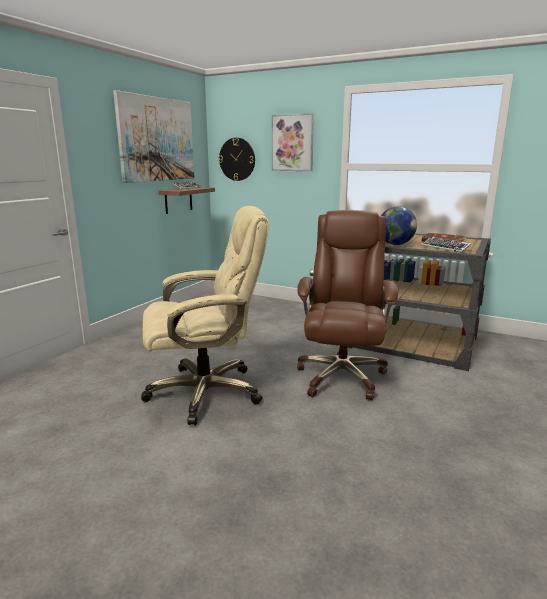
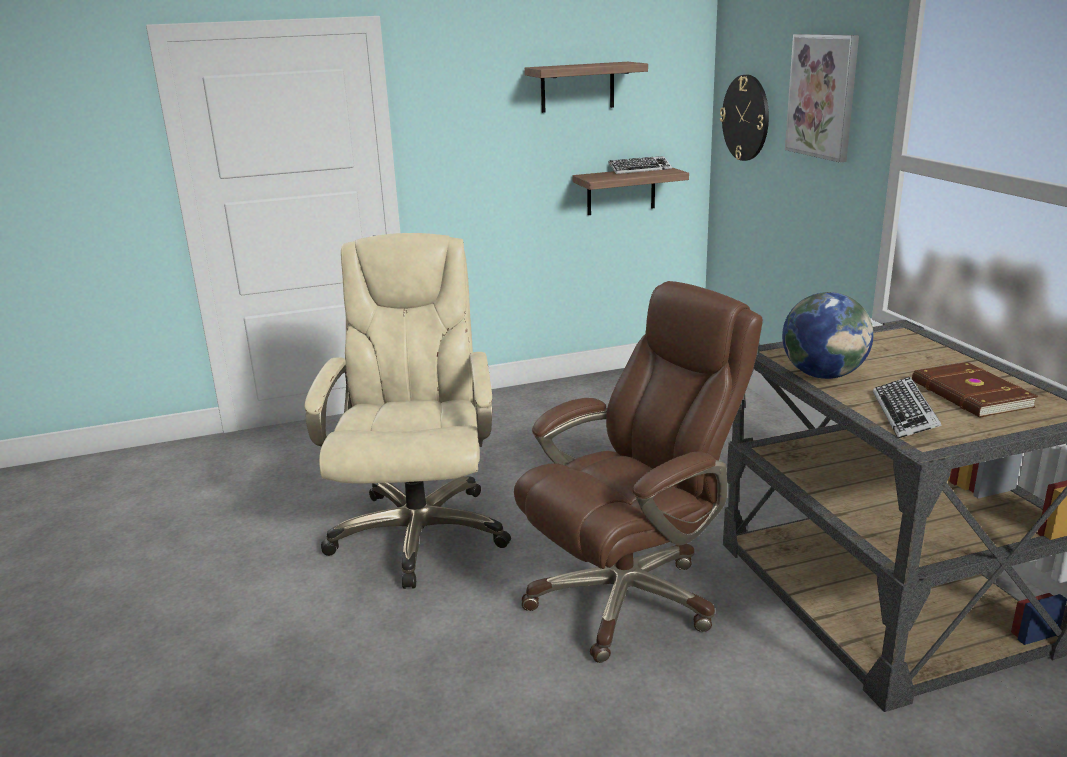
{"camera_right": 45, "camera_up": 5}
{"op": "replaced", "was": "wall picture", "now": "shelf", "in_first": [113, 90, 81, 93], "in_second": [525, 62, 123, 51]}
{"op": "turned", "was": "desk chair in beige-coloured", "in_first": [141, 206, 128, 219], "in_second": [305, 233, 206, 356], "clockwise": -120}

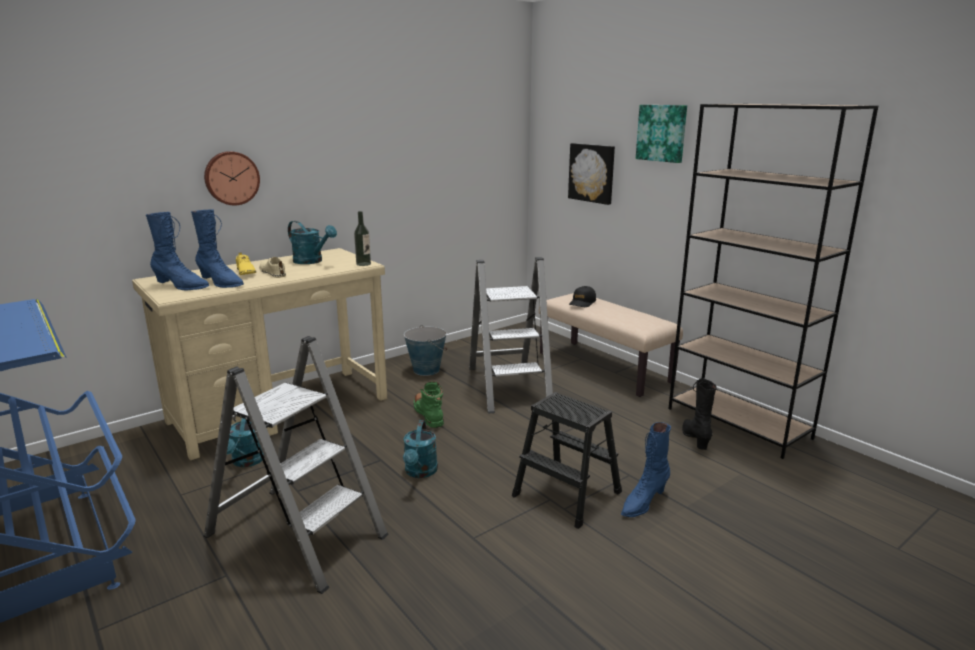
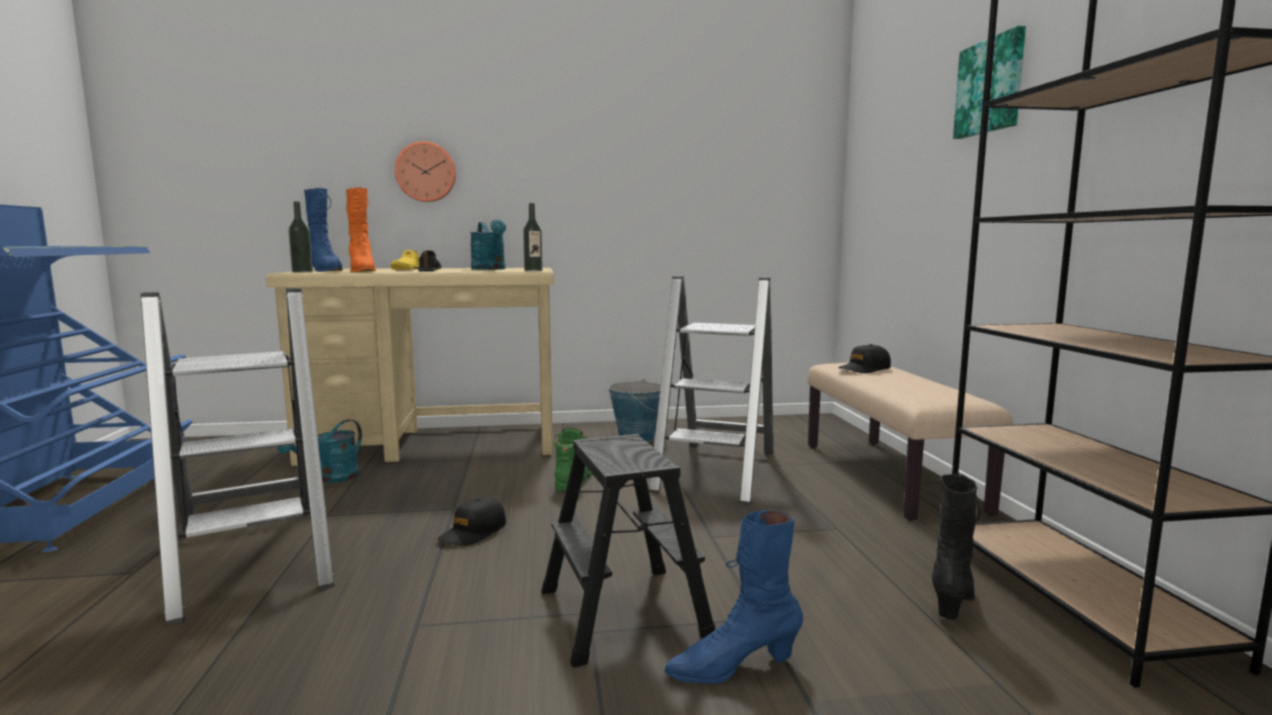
{"camera_right": 30, "camera_up": -10}
{"op": "recoloured", "was": "high-top boot in bluish", "now": "high-top boot in orange-coloured", "in_first": [191, 209, 53, 79], "in_second": [346, 187, 30, 85]}
{"op": "recoloured", "was": "shoe in beige-coloured", "now": "shoe in blackish", "in_first": [259, 257, 27, 21], "in_second": [418, 250, 24, 21]}
{"op": "replaced", "was": "watering can in blue-green", "now": "peaked cap in blackish", "in_first": [403, 420, 35, 58], "in_second": [438, 497, 68, 49]}
{"op": "removed", "was": "wall picture", "in_first": [568, 143, 47, 62]}
{"op": "added", "now": "drink bottle", "in_second": [288, 201, 25, 72]}

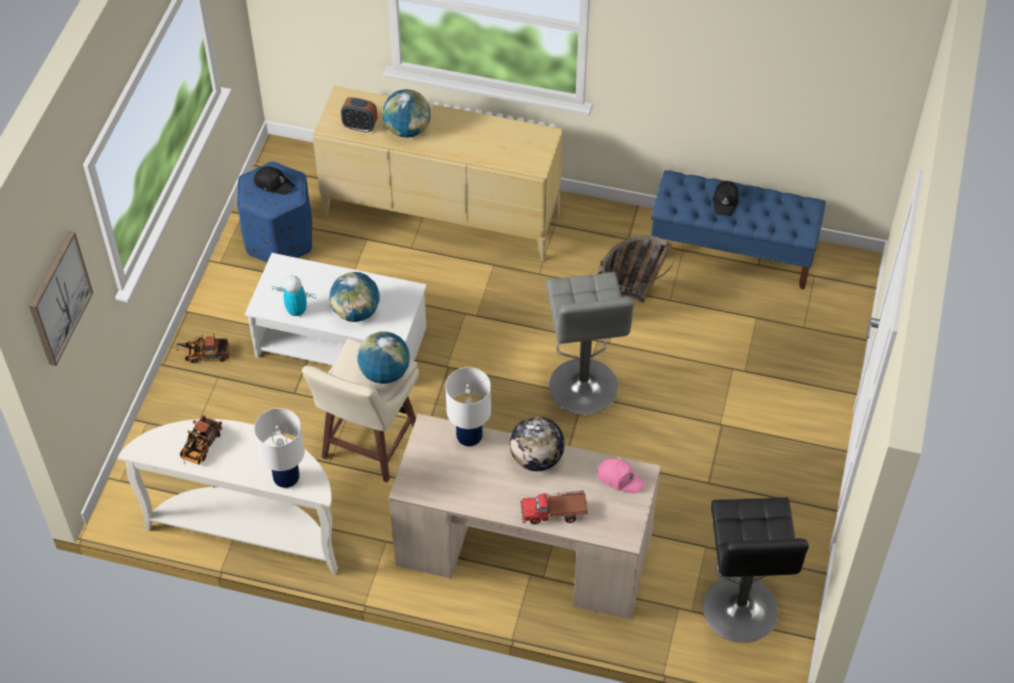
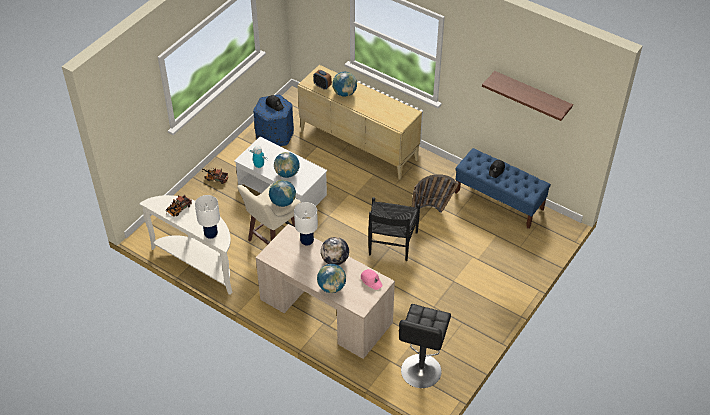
{"camera_right": 20, "camera_up": -5}
{"op": "removed", "was": "wall picture", "in_first": [29, 231, 64, 135]}
{"op": "replaced", "was": "toy truck", "now": "desk globe", "in_first": [520, 490, 68, 34], "in_second": [317, 264, 29, 29]}
{"op": "replaced", "was": "sitting stool in grey", "now": "plain chair in blackish", "in_first": [546, 272, 88, 142], "in_second": [368, 197, 52, 64]}
{"op": "added", "now": "shelf", "in_second": [482, 71, 91, 50]}

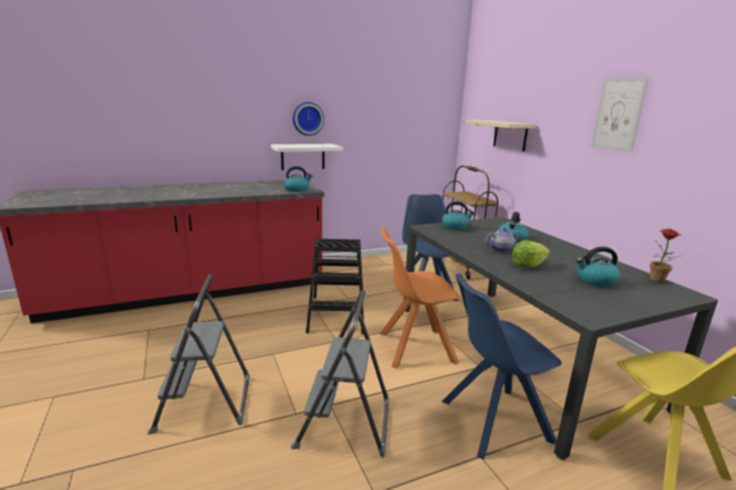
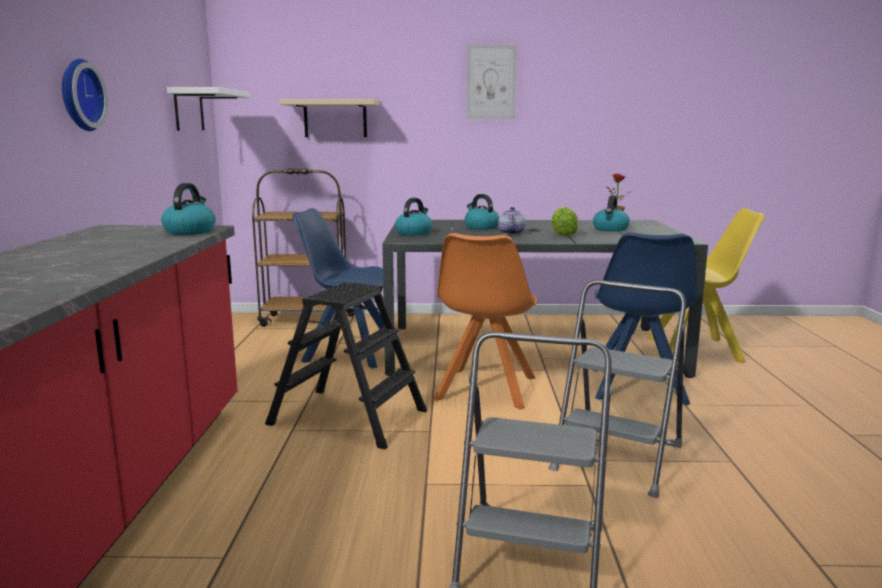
{"camera_right": -65, "camera_up": -5}
{"op": "moved", "was": "shelf in whitish", "in_first": [271, 144, 73, 26], "in_second": [167, 87, 83, 44]}

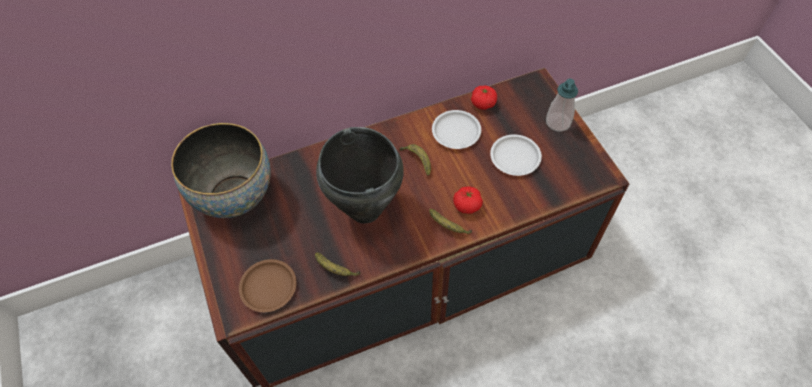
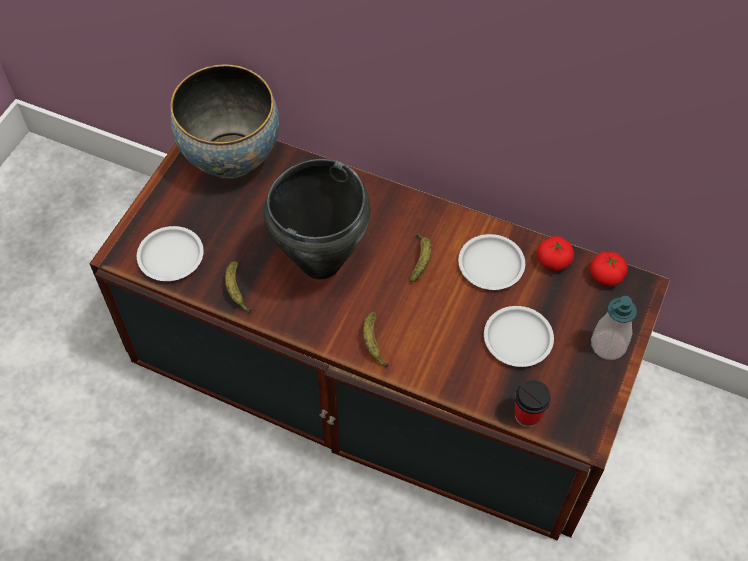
{"camera_right": 45, "camera_up": 0}
{"op": "recoloured", "was": "plate in brown-coloured", "now": "plate in whitish", "in_first": [239, 259, 57, 53], "in_second": [137, 226, 67, 55]}
{"op": "moved", "was": "tomato", "in_first": [453, 186, 30, 28], "in_second": [590, 252, 38, 34]}
{"op": "added", "now": "small cup", "in_second": [515, 380, 36, 47]}

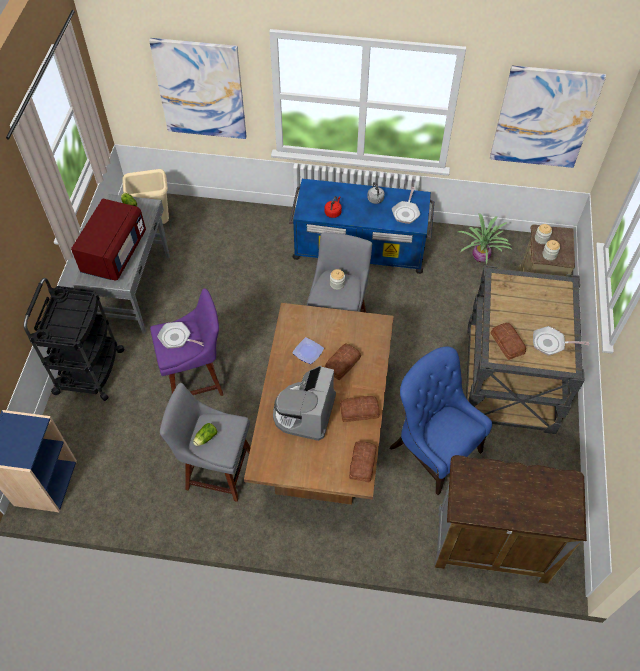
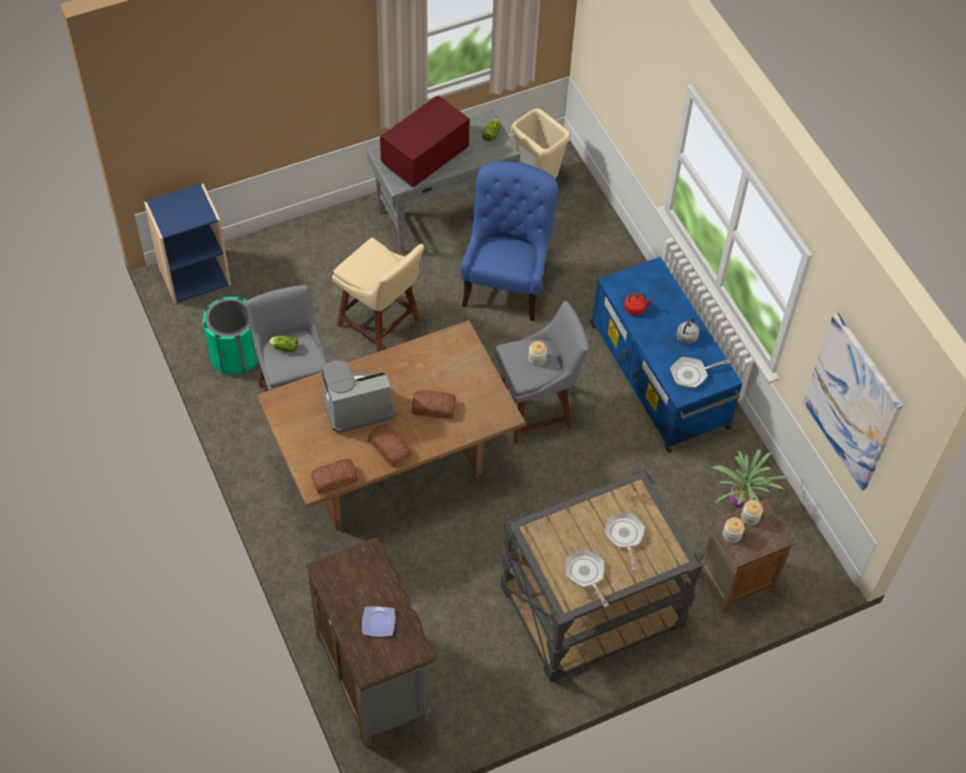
{"camera_right": 55, "camera_up": 0}
{"op": "removed", "was": "wheeled cart in blackish", "in_first": [24, 278, 101, 123]}
{"op": "turned", "was": "kitchen microwave in reddish", "in_first": [71, 199, 75, 82], "in_second": [380, 96, 90, 92], "clockwise": 150}
{"op": "removed", "was": "wall picture", "in_first": [149, 38, 98, 101]}
{"op": "recoloured", "was": "sitting stool in purple", "now": "sitting stool in beige-coloured", "in_first": [150, 288, 73, 108], "in_second": [332, 238, 92, 114]}
{"op": "moved", "was": "skillet", "in_first": [157, 322, 47, 26], "in_second": [604, 512, 41, 59]}
{"op": "moved", "was": "plate", "in_first": [292, 337, 32, 27], "in_second": [362, 607, 33, 30]}
{"op": "moved", "was": "plain chair in bluish", "in_first": [390, 346, 102, 149], "in_second": [460, 161, 99, 161]}
{"op": "removed", "was": "baked bread", "in_first": [491, 323, 35, 37]}
{"op": "added", "now": "rubbish bin in green-coloured", "in_second": [203, 297, 55, 77]}

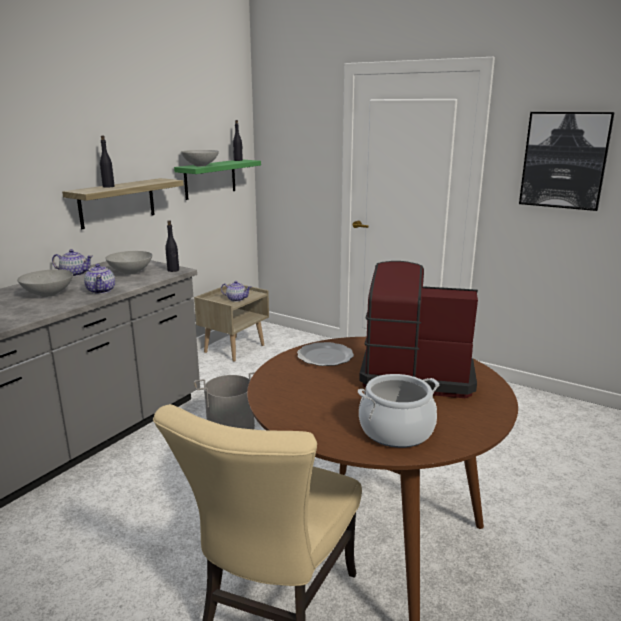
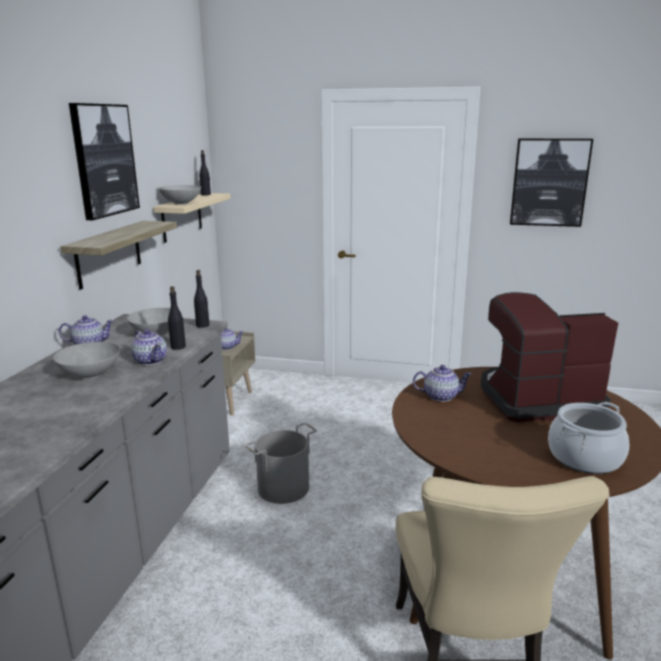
{"camera_right": -20, "camera_up": 0}
{"op": "moved", "was": "drink bottle in blackish", "in_first": [100, 135, 15, 53], "in_second": [168, 286, 18, 64]}
{"op": "recoloured", "was": "shelf in green-coloured", "now": "shelf in beige-coloured", "in_first": [174, 160, 87, 40], "in_second": [153, 193, 78, 50]}
{"op": "replaced", "was": "plate", "now": "teapot", "in_first": [297, 342, 57, 24], "in_second": [413, 365, 59, 37]}
{"op": "added", "now": "wall picture", "in_second": [69, 103, 71, 117]}

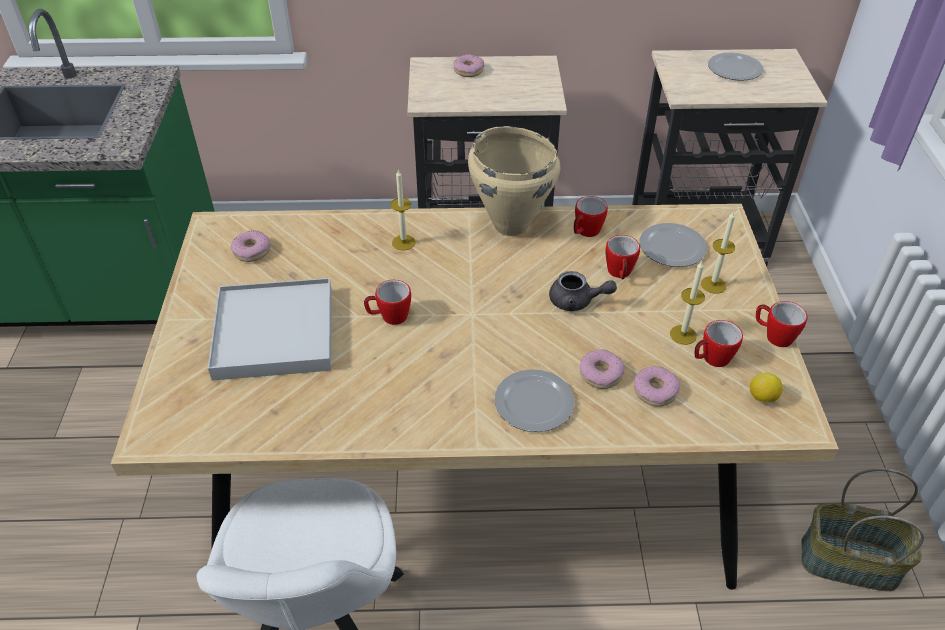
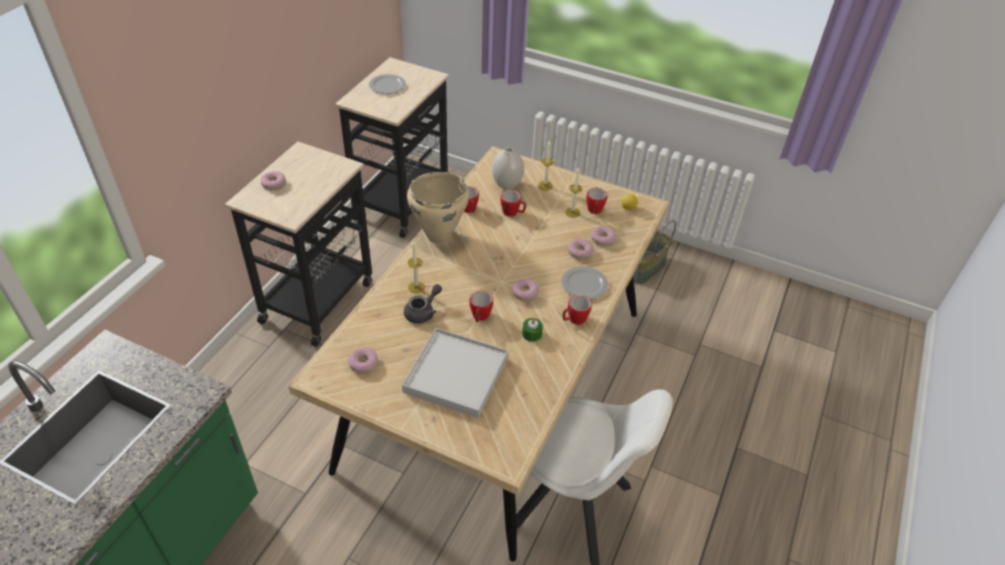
{"camera_right": -65, "camera_up": 0}
{"op": "moved", "was": "teapot in grey", "in_first": [549, 271, 68, 40], "in_second": [404, 284, 38, 40]}
{"op": "replaced", "was": "plate", "now": "decorative vase in whitish", "in_first": [639, 223, 68, 44], "in_second": [492, 147, 32, 43]}
{"op": "moved", "was": "mug", "in_first": [756, 301, 51, 46], "in_second": [563, 295, 29, 30]}
{"op": "added", "now": "donut", "in_second": [512, 279, 27, 22]}
{"op": "added", "now": "wax light in green-coloured", "in_second": [522, 318, 21, 24]}

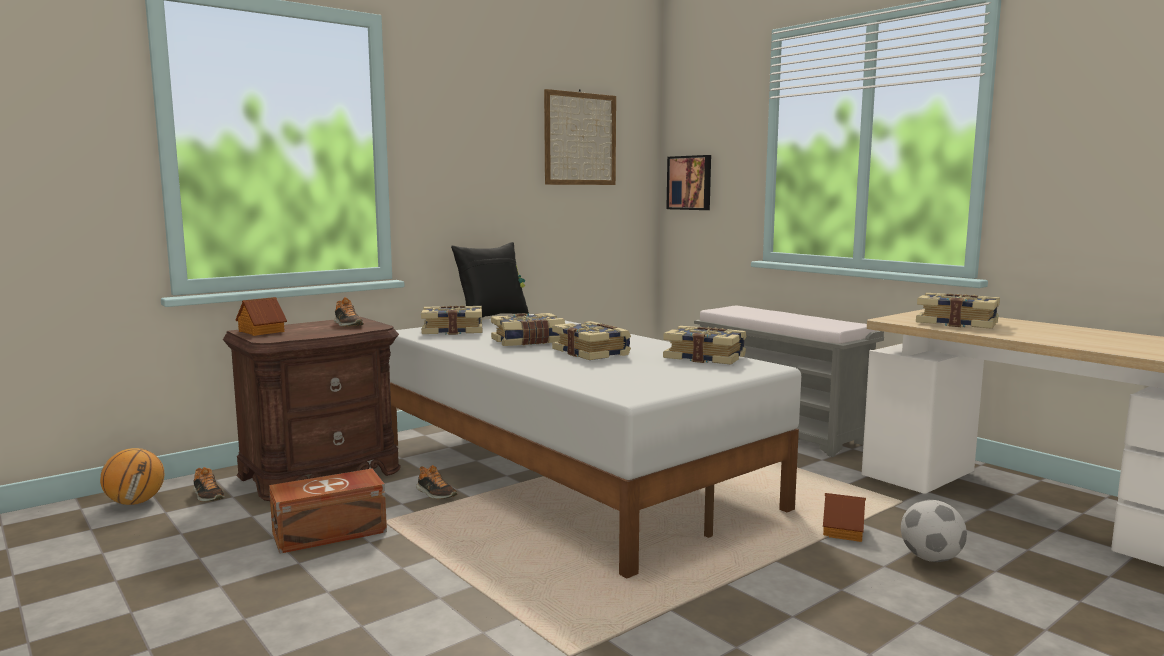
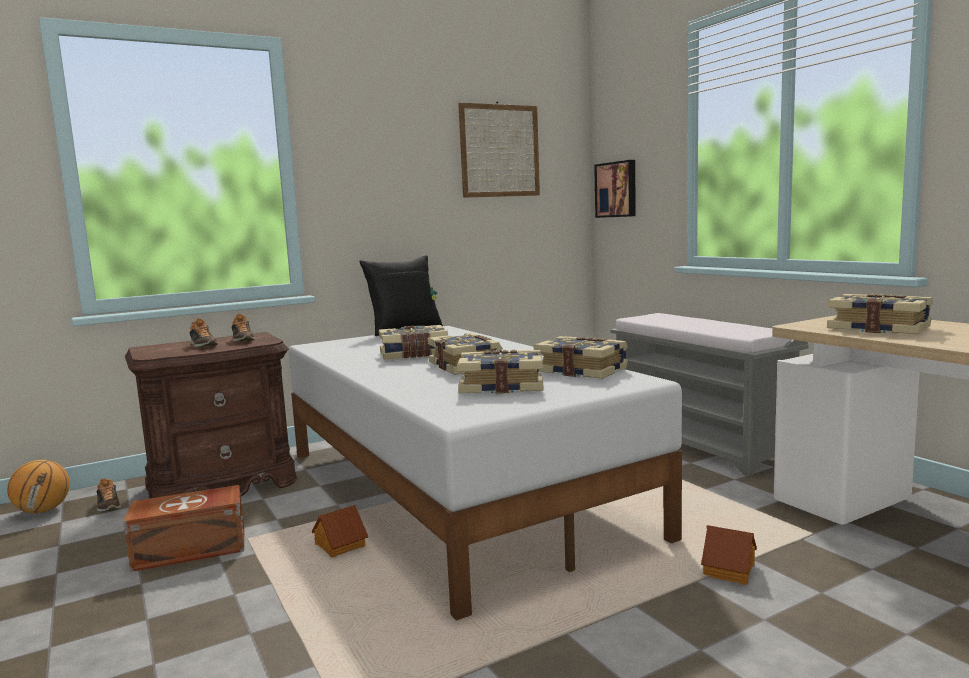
{"camera_right": 10, "camera_up": 0}
{"op": "moved", "was": "toy house", "in_first": [236, 297, 51, 39], "in_second": [312, 505, 56, 53]}
{"op": "moved", "was": "shoe", "in_first": [416, 465, 41, 34], "in_second": [190, 318, 28, 30]}
{"op": "moved", "was": "bound book", "in_first": [421, 305, 61, 30], "in_second": [457, 349, 87, 45]}
{"op": "removed", "was": "ball for football", "in_first": [901, 500, 66, 62]}

